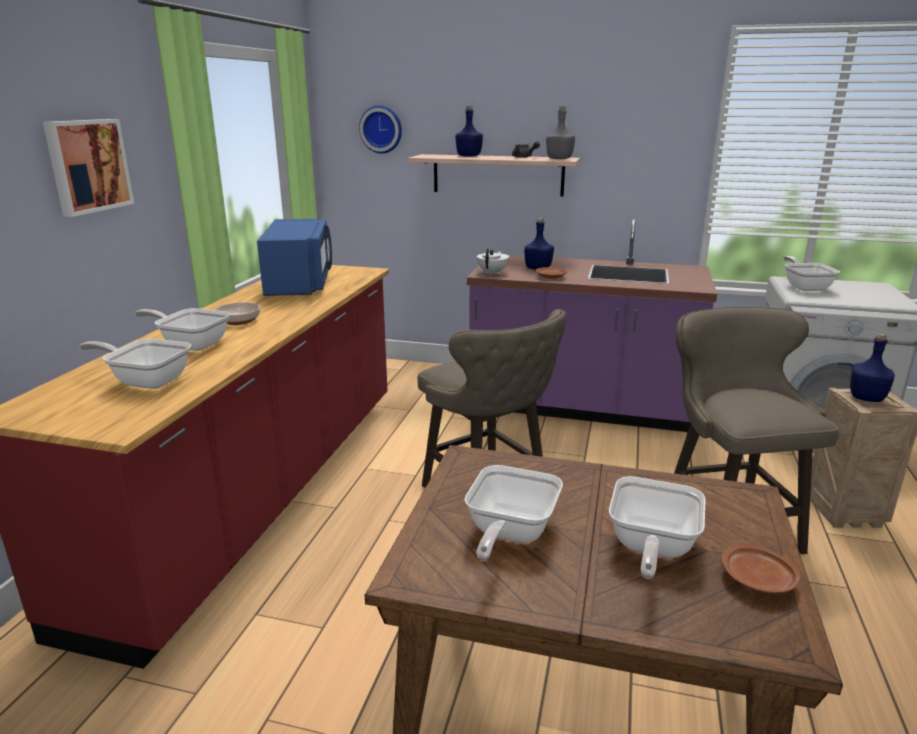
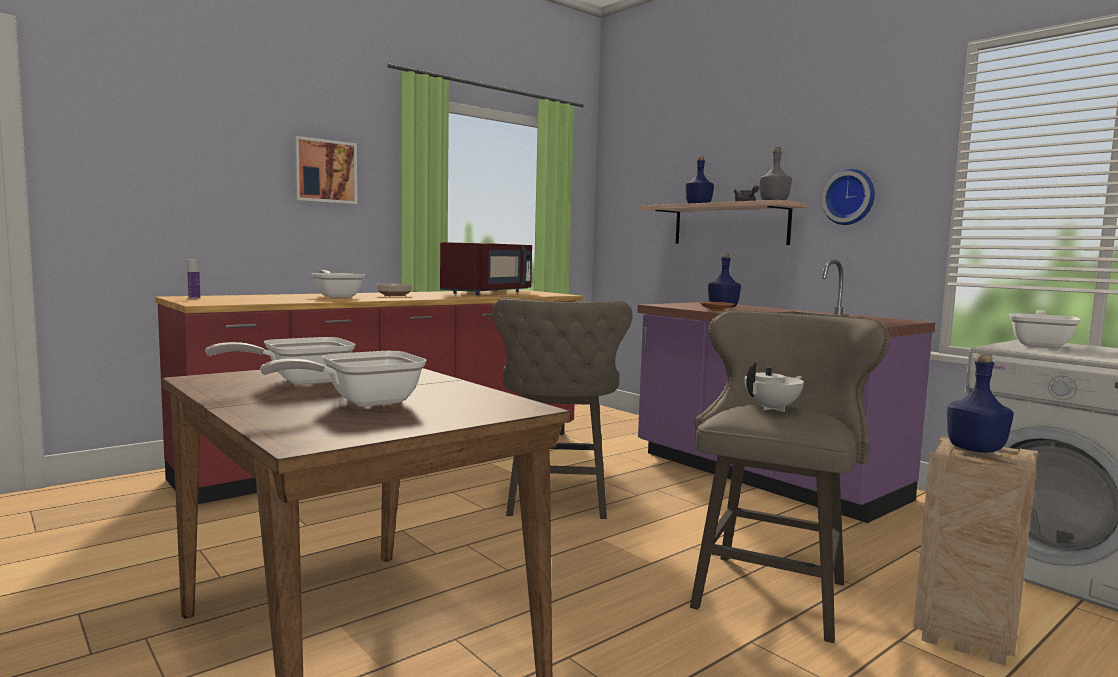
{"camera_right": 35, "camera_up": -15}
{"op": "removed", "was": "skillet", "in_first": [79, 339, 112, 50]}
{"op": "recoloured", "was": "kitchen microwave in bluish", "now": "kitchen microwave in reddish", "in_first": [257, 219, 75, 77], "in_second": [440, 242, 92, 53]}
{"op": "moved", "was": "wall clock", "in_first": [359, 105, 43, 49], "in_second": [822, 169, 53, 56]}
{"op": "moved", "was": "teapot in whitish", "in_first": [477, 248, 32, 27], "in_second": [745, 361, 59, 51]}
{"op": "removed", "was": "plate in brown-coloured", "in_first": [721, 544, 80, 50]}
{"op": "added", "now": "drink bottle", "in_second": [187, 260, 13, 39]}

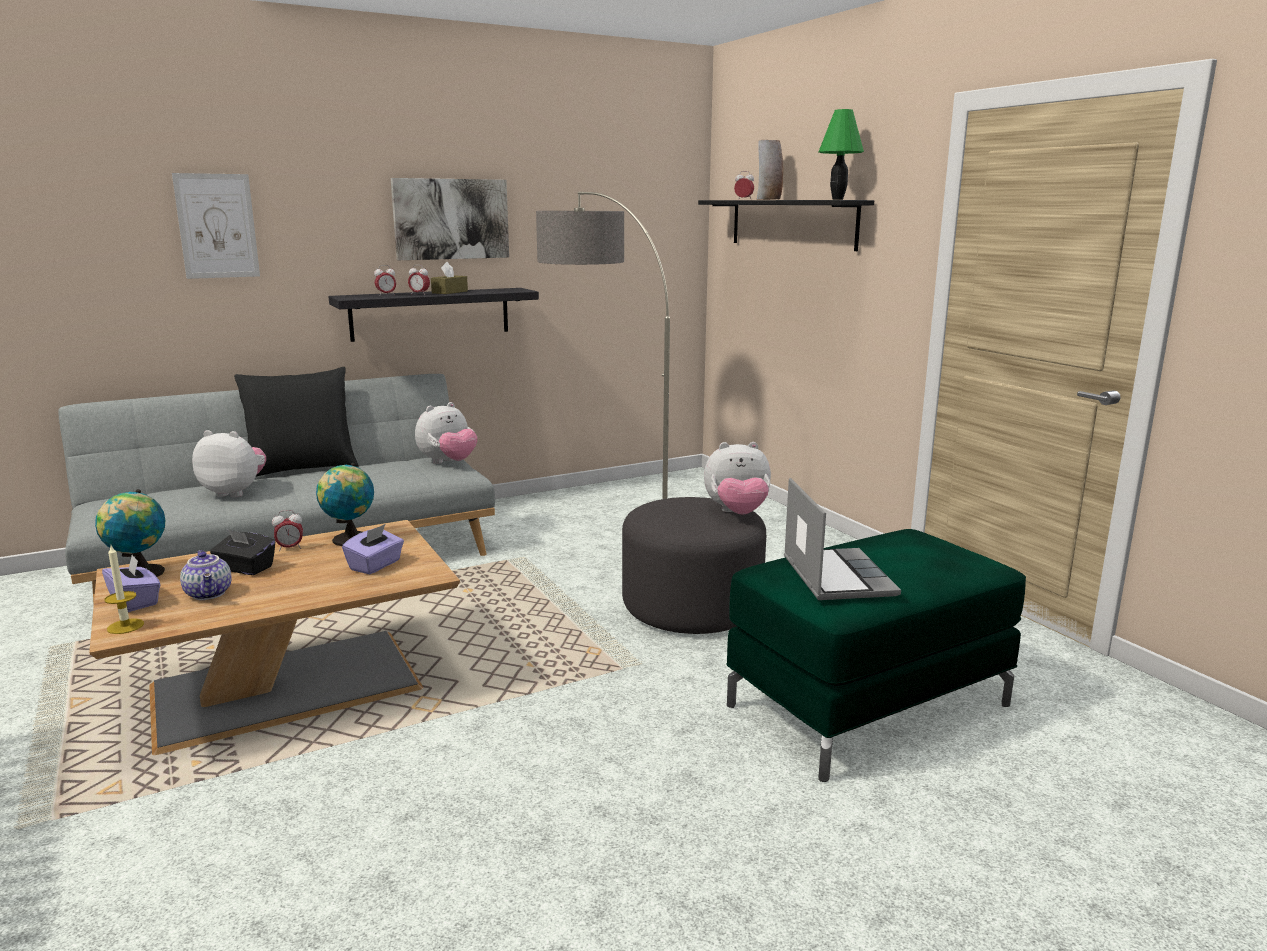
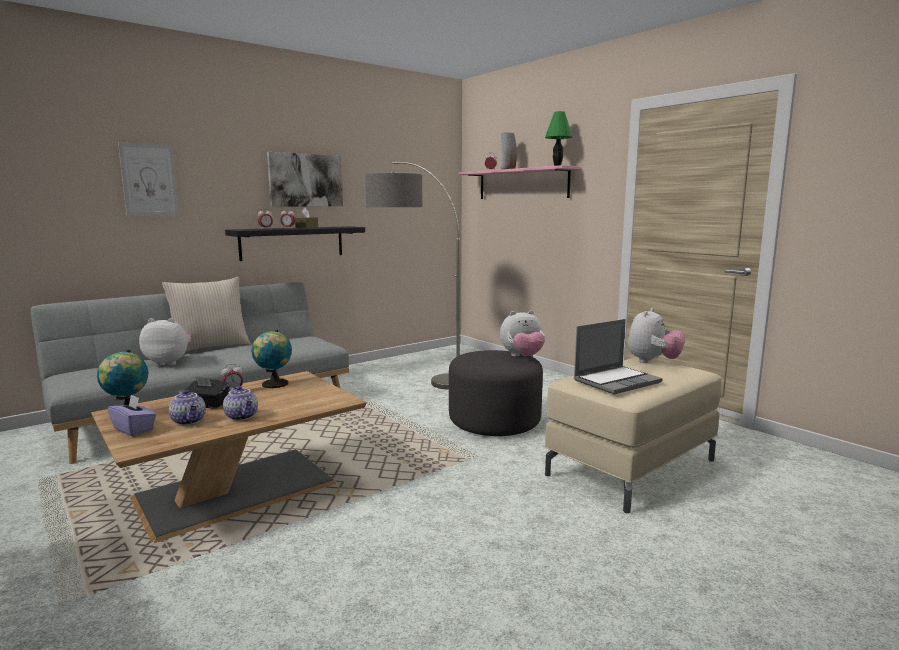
{"camera_right": -10, "camera_up": -5}
{"op": "removed", "was": "wax light", "in_first": [104, 546, 40, 88]}
{"op": "recoloured", "was": "cushion in blackish", "now": "cushion in beige-coloured", "in_first": [234, 367, 125, 109], "in_second": [162, 277, 89, 75]}
{"op": "removed", "was": "tissue holder in purple", "in_first": [342, 524, 62, 50]}
{"op": "moved", "was": "soft toy", "in_first": [415, 402, 62, 62], "in_second": [628, 308, 57, 55]}
{"op": "recoloured", "was": "shelf in blackish", "now": "shelf in pink-coloured", "in_first": [698, 200, 176, 51], "in_second": [459, 165, 121, 34]}
{"op": "recoloured", "was": "footrest in green-coloured", "now": "footrest in beige-coloured", "in_first": [727, 529, 299, 253], "in_second": [545, 357, 177, 156]}
{"op": "turned", "was": "notebook computer", "in_first": [784, 478, 117, 122], "in_second": [574, 319, 89, 75], "clockwise": 75}
{"op": "added", "now": "teapot", "in_second": [223, 386, 35, 35]}

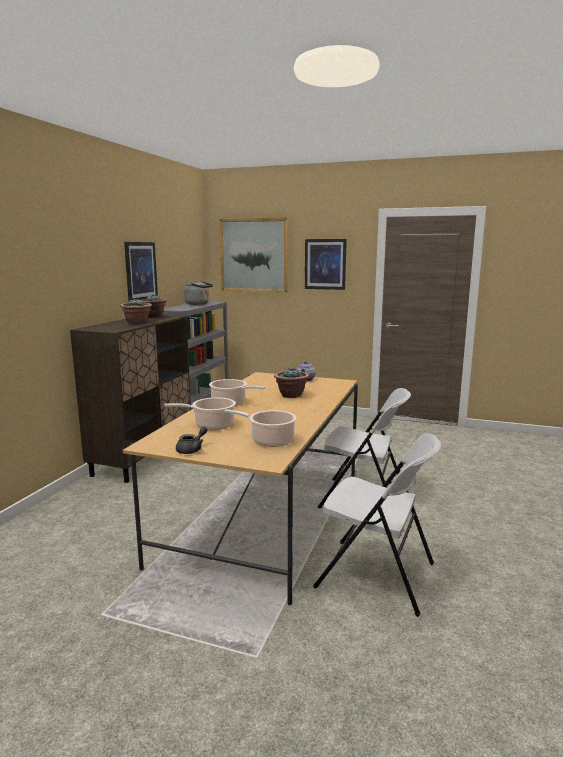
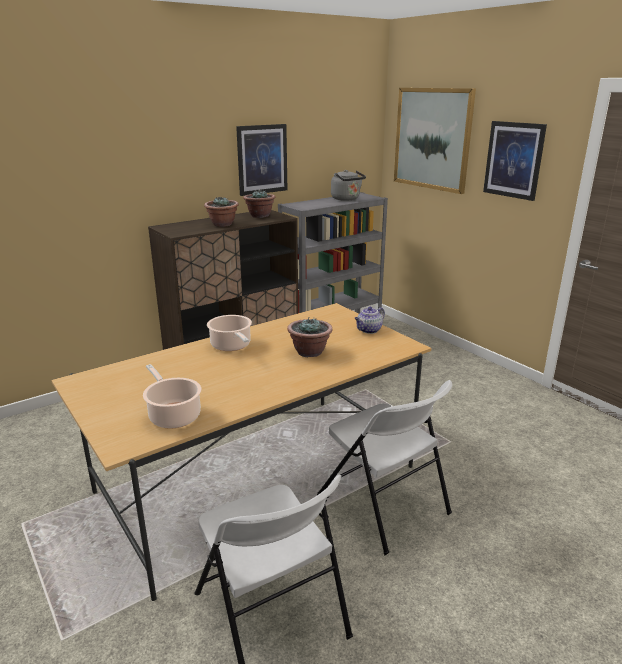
{"camera_right": 35, "camera_up": 10}
{"op": "removed", "was": "cooking pot", "in_first": [164, 397, 72, 33]}
{"op": "removed", "was": "teapot in grey", "in_first": [176, 426, 31, 28]}

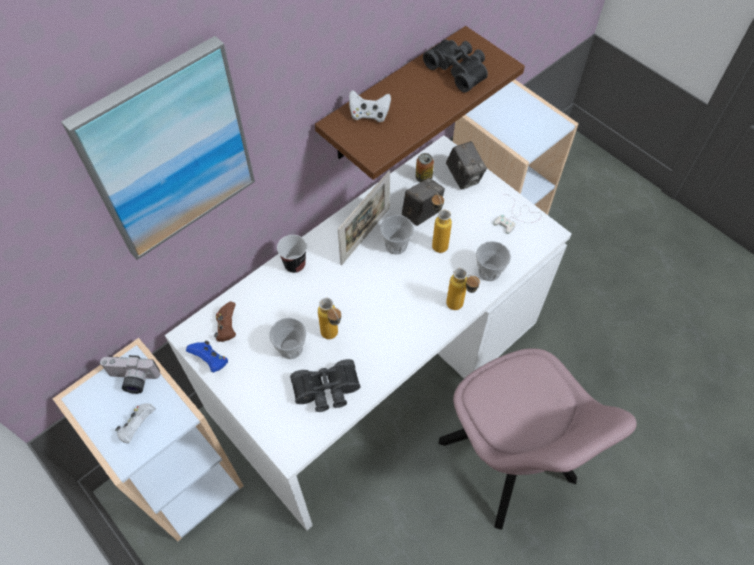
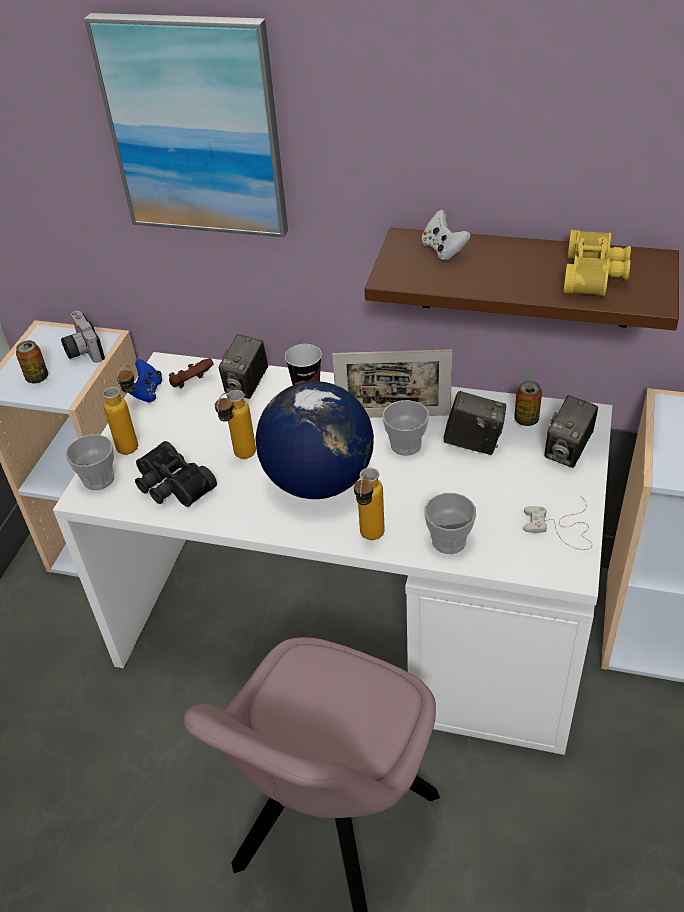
{"camera_right": 60, "camera_up": -15}
{"op": "replaced", "was": "game controller in whitish", "now": "can", "in_first": [115, 404, 40, 40], "in_second": [16, 340, 32, 43]}
{"op": "moved", "was": "small cup", "in_first": [269, 318, 37, 41], "in_second": [65, 434, 49, 56]}
{"op": "recoloured", "was": "pair of binoculars in blackish", "now": "pair of binoculars in yellow-coloured", "in_first": [423, 39, 65, 54], "in_second": [563, 230, 68, 66]}
{"op": "moved", "was": "drink bottle", "in_first": [431, 192, 21, 61], "in_second": [103, 365, 35, 90]}
{"op": "added", "now": "photo camera", "in_second": [219, 334, 49, 65]}
{"op": "added", "now": "desk globe", "in_second": [256, 381, 118, 118]}

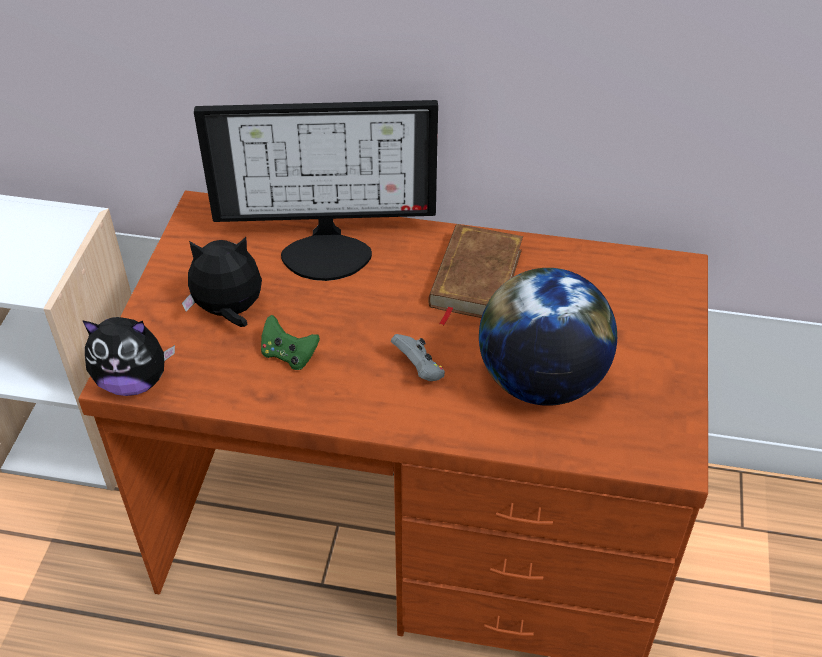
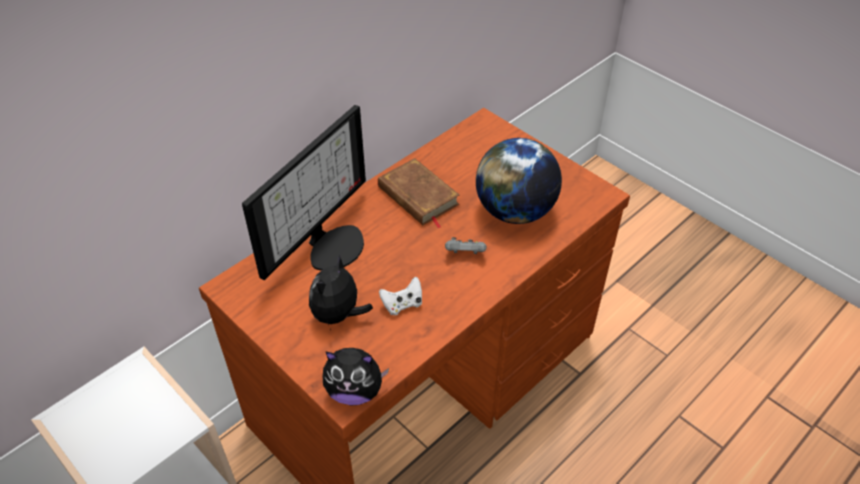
{"camera_right": -55, "camera_up": 0}
{"op": "turned", "was": "soft toy", "in_first": [82, 317, 93, 79], "in_second": [323, 348, 66, 57], "clockwise": 60}
{"op": "recoloured", "was": "game controller in green-coloured", "now": "game controller in whitish", "in_first": [261, 315, 59, 55], "in_second": [379, 277, 43, 38]}

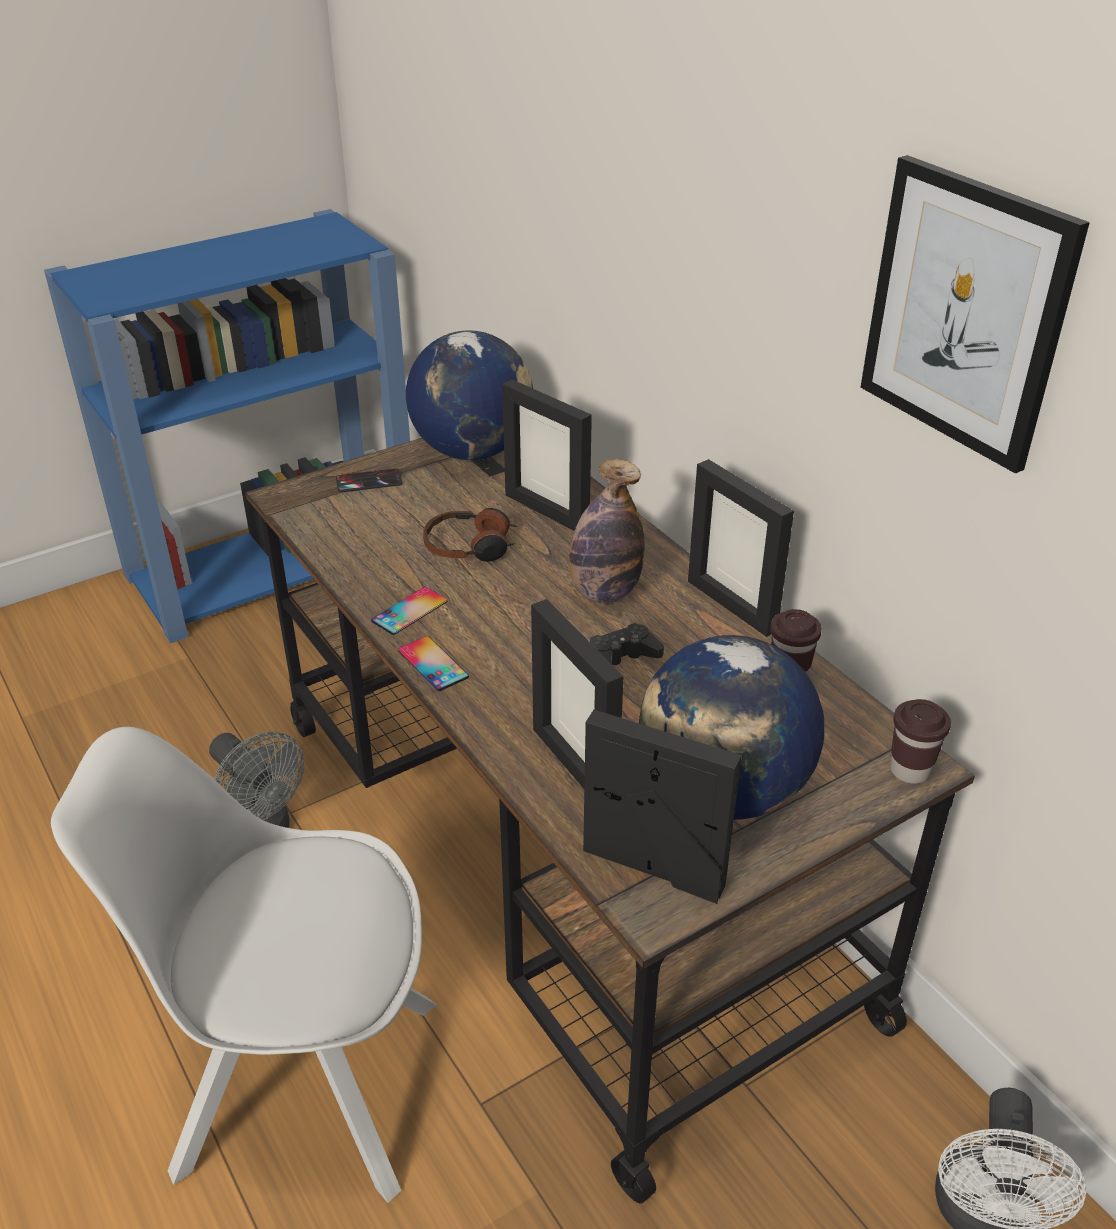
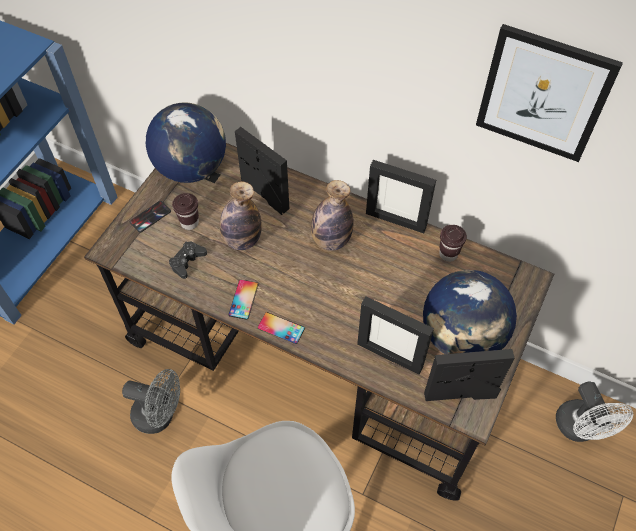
{"camera_right": -30, "camera_up": 20}
{"op": "replaced", "was": "pair of headphones", "now": "drink bottle", "in_first": [423, 508, 94, 54], "in_second": [220, 181, 42, 69]}
{"op": "turned", "was": "photo frame", "in_first": [502, 380, 90, 151], "in_second": [235, 127, 54, 88], "clockwise": -150}
{"op": "moved", "was": "game controller in blackish", "in_first": [590, 623, 74, 42], "in_second": [169, 242, 38, 37]}
{"op": "moved", "was": "small cup in brown-coloured", "in_first": [891, 699, 60, 85], "in_second": [172, 193, 27, 37]}

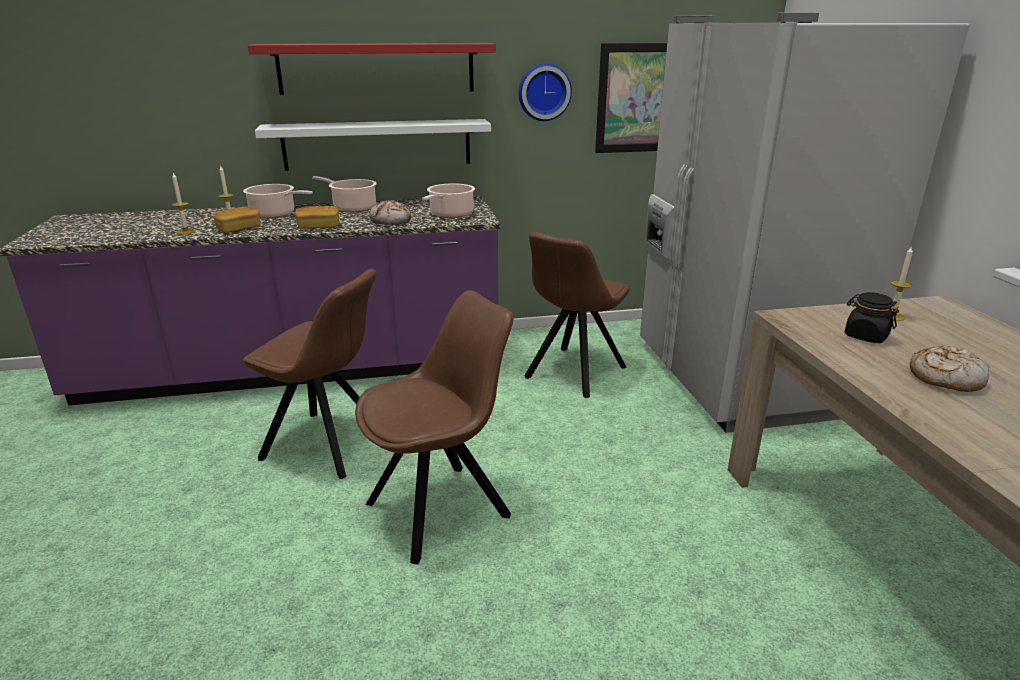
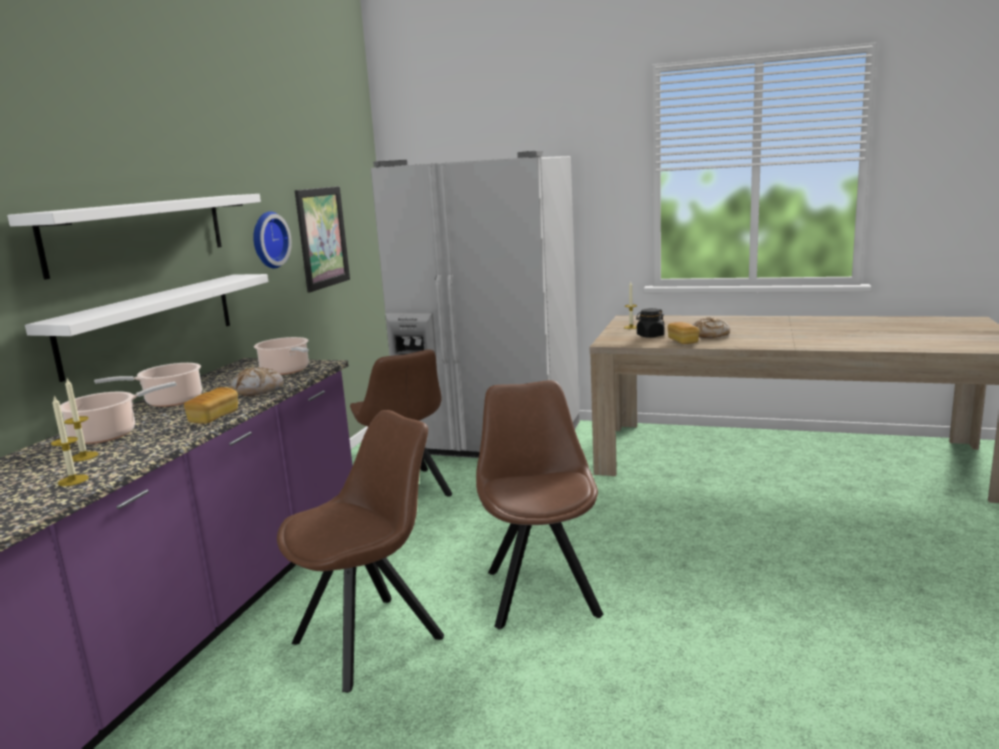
{"camera_right": -60, "camera_up": -10}
{"op": "moved", "was": "baked bread", "in_first": [213, 207, 47, 26], "in_second": [668, 322, 32, 22]}
{"op": "recoloured", "was": "shelf in reddish", "now": "shelf in whitish", "in_first": [248, 43, 248, 52], "in_second": [7, 194, 254, 85]}

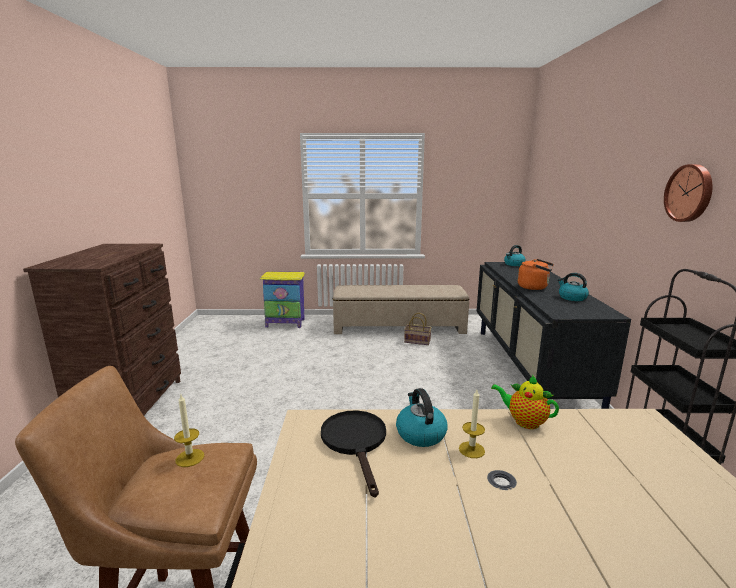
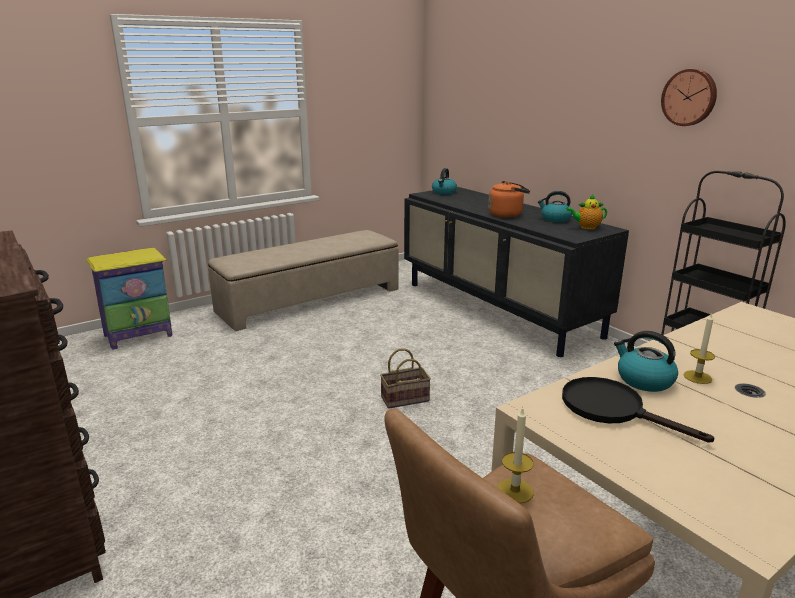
{"camera_right": -35, "camera_up": 5}
{"op": "moved", "was": "storage basket", "in_first": [404, 313, 28, 32], "in_second": [380, 349, 51, 60]}
{"op": "moved", "was": "teapot", "in_first": [491, 375, 68, 54], "in_second": [566, 194, 41, 36]}

